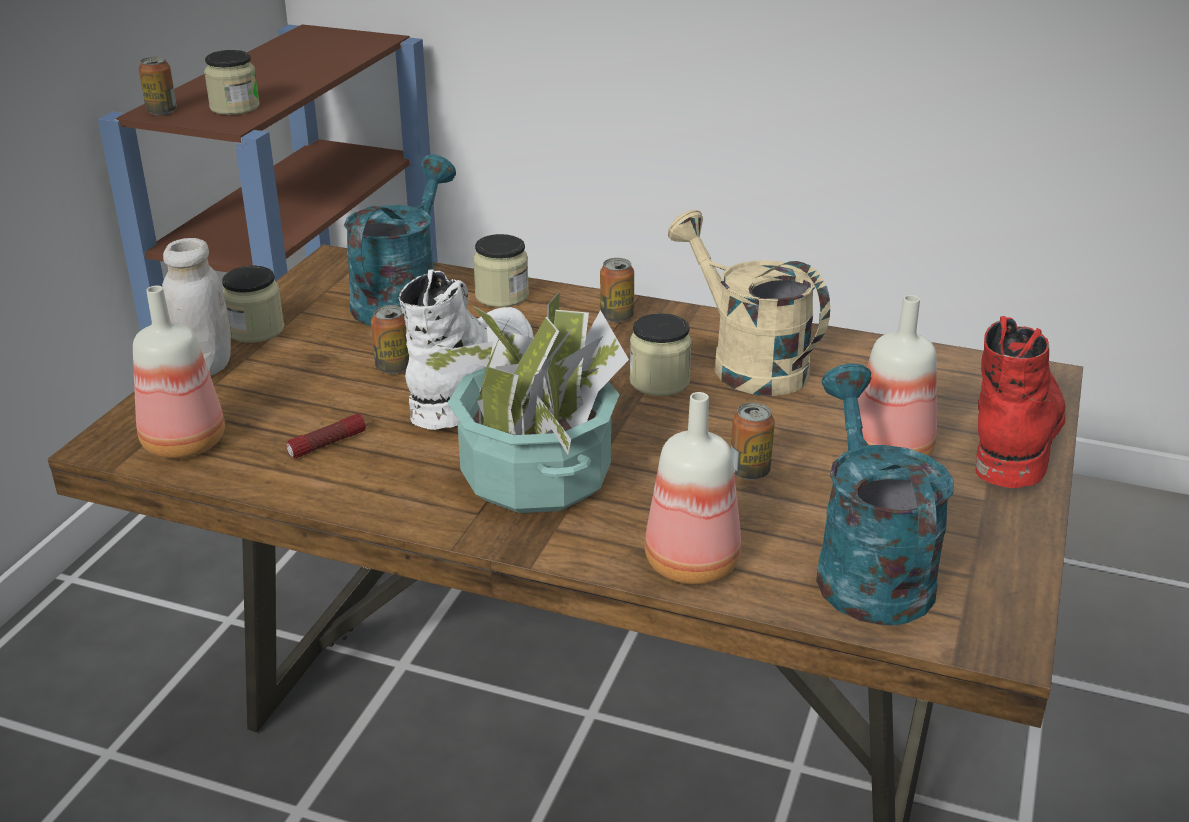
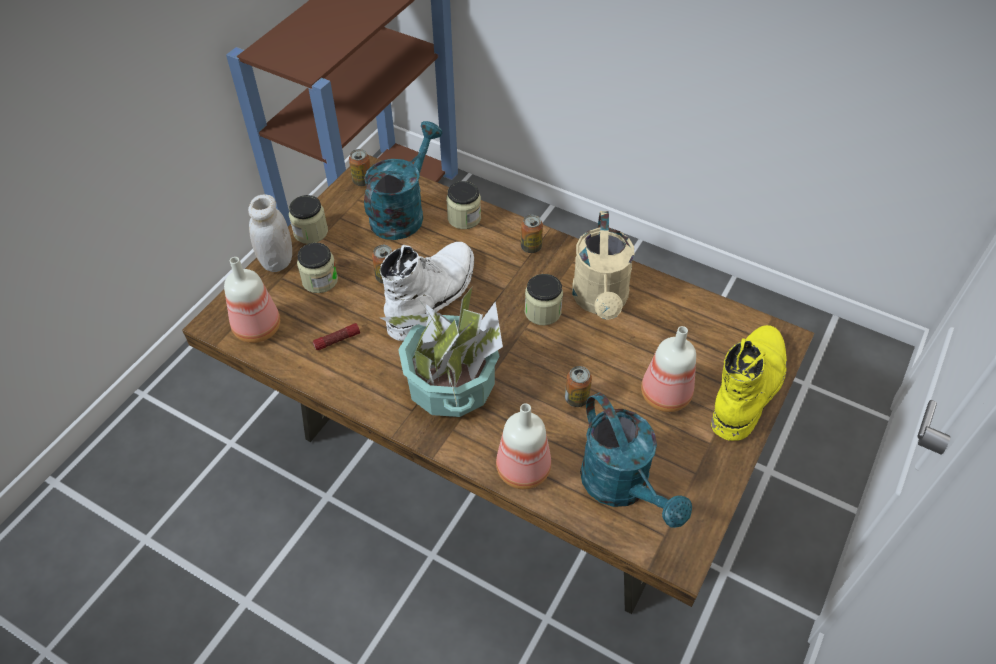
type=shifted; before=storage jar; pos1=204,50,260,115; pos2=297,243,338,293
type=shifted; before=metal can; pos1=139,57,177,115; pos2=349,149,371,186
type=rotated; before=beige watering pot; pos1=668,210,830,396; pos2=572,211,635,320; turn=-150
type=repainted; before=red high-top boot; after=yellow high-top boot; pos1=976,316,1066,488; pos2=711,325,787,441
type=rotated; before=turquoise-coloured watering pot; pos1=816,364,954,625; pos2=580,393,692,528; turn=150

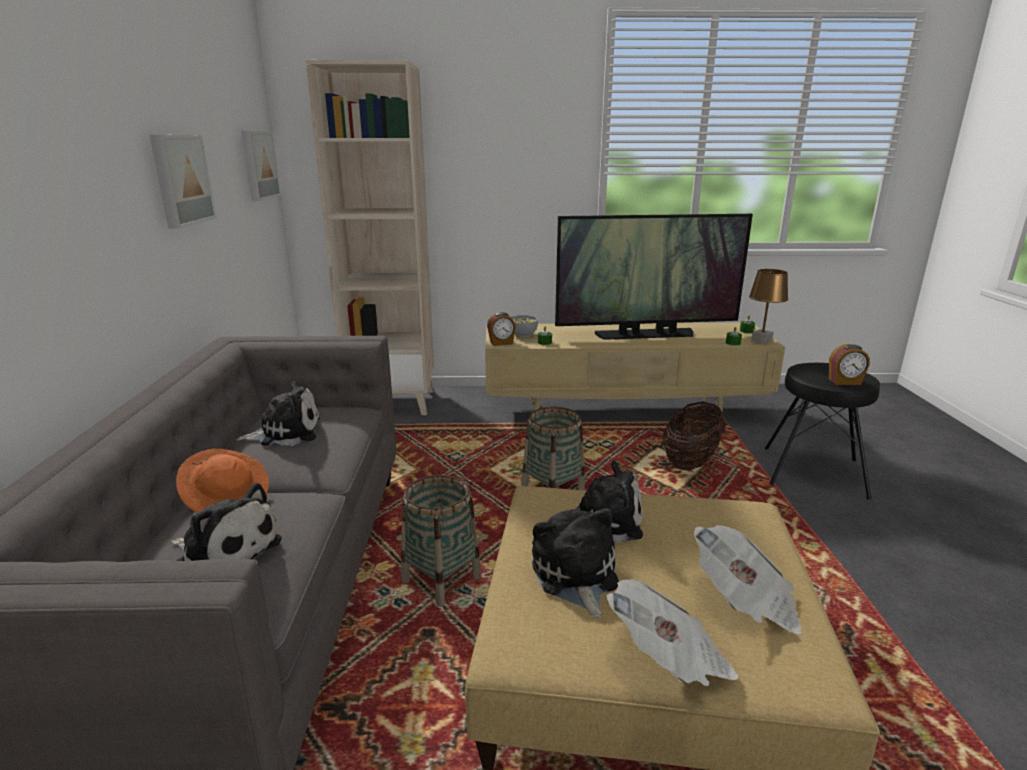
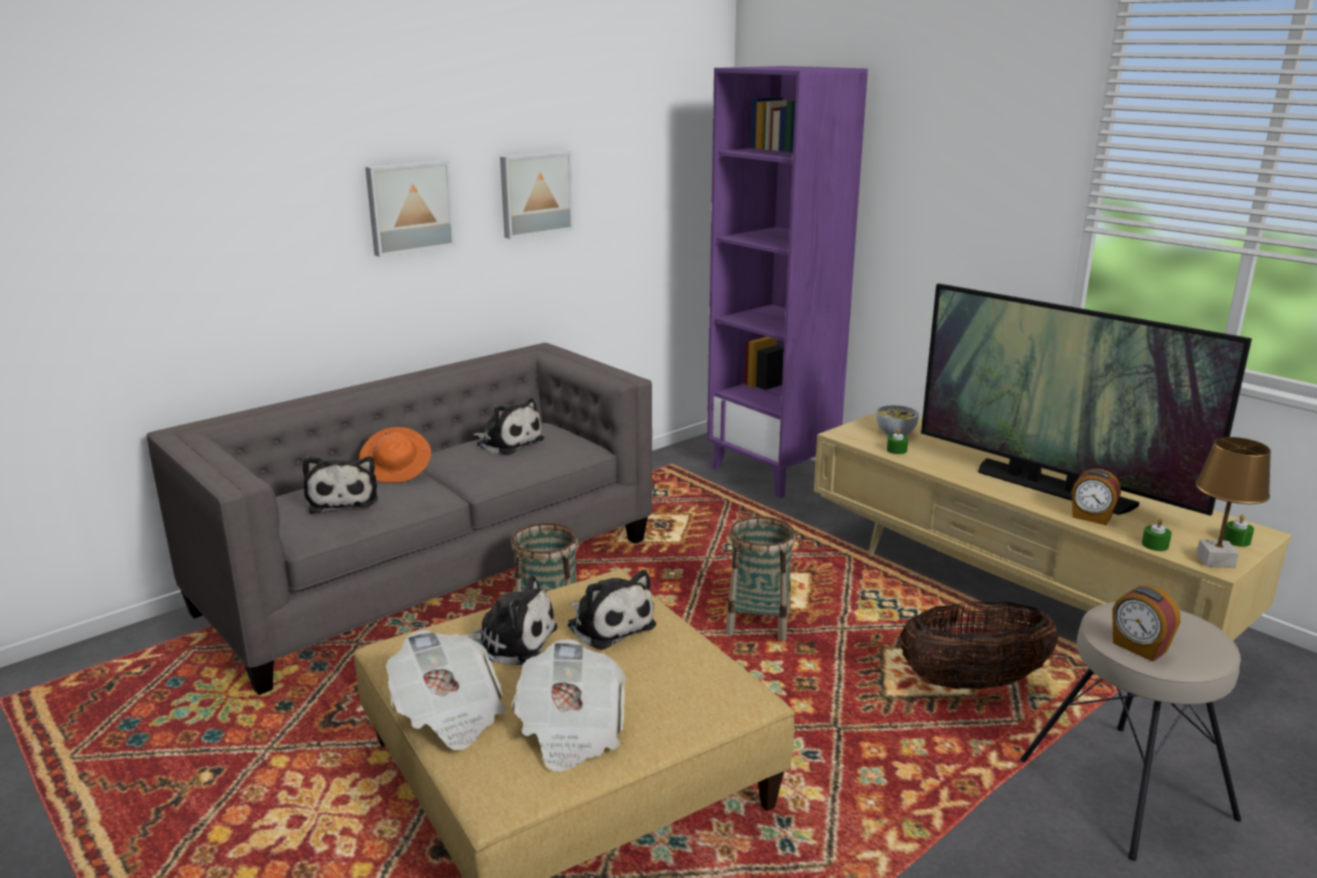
type=repainted; before=beige bookcase; after=purple-coloured bookcase; pos1=306,60,434,415; pos2=707,66,868,498
type=shifted; before=wall picture; pos1=241,131,281,201; pos2=365,160,455,257
type=shifted; before=alarm clock; pos1=487,312,516,346; pos2=1072,469,1121,525
type=repainted; before=black sitting stool; after=beige sitting stool; pos1=765,363,880,500; pos2=1020,602,1241,861
type=rotated; before=soft toy; pos1=532,508,619,618; pos2=463,576,557,665; turn=60

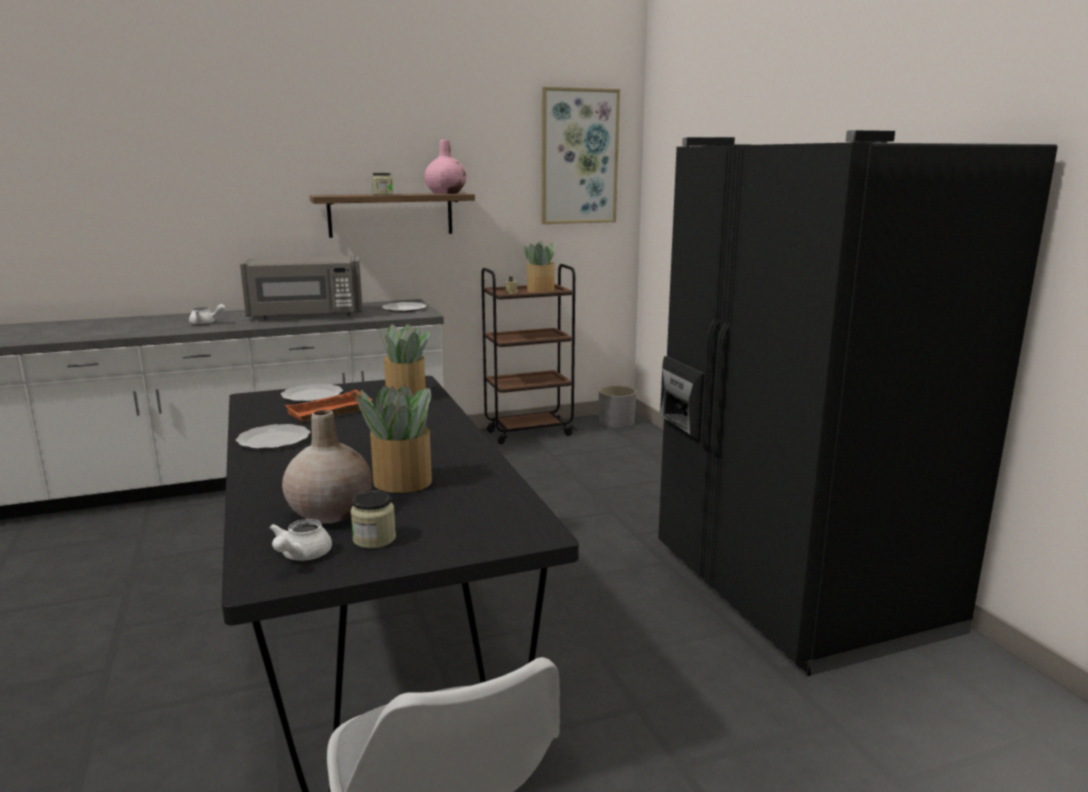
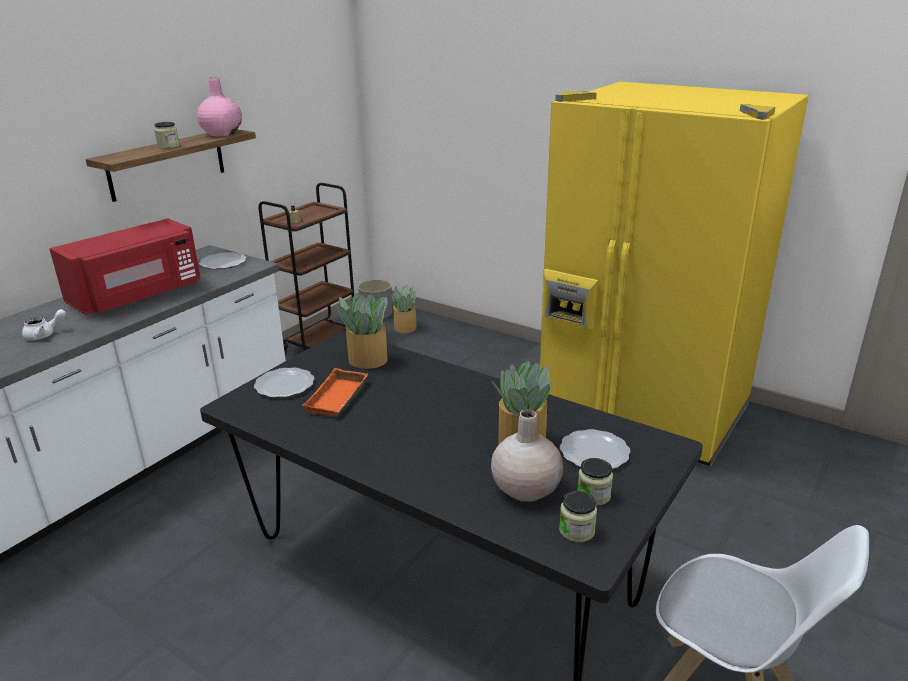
type=gone; before=wall picture; pos1=541,87,620,224
type=repainted; before=black refrigerator; after=yellow refrigerator; pos1=658,130,1058,676; pos2=540,82,809,467
type=shifted; before=plant in a pot; pos1=525,241,556,292; pos2=391,284,417,333
type=repainted; before=greyish microwave; after=red microwave; pos1=240,256,363,319; pos2=49,218,201,315
type=shifted; before=dinner plate; pos1=236,424,311,449; pos2=560,429,631,469
type=swapped; before=white tea pot; after=storage jar; pos1=269,519,332,561; pos2=559,491,597,542

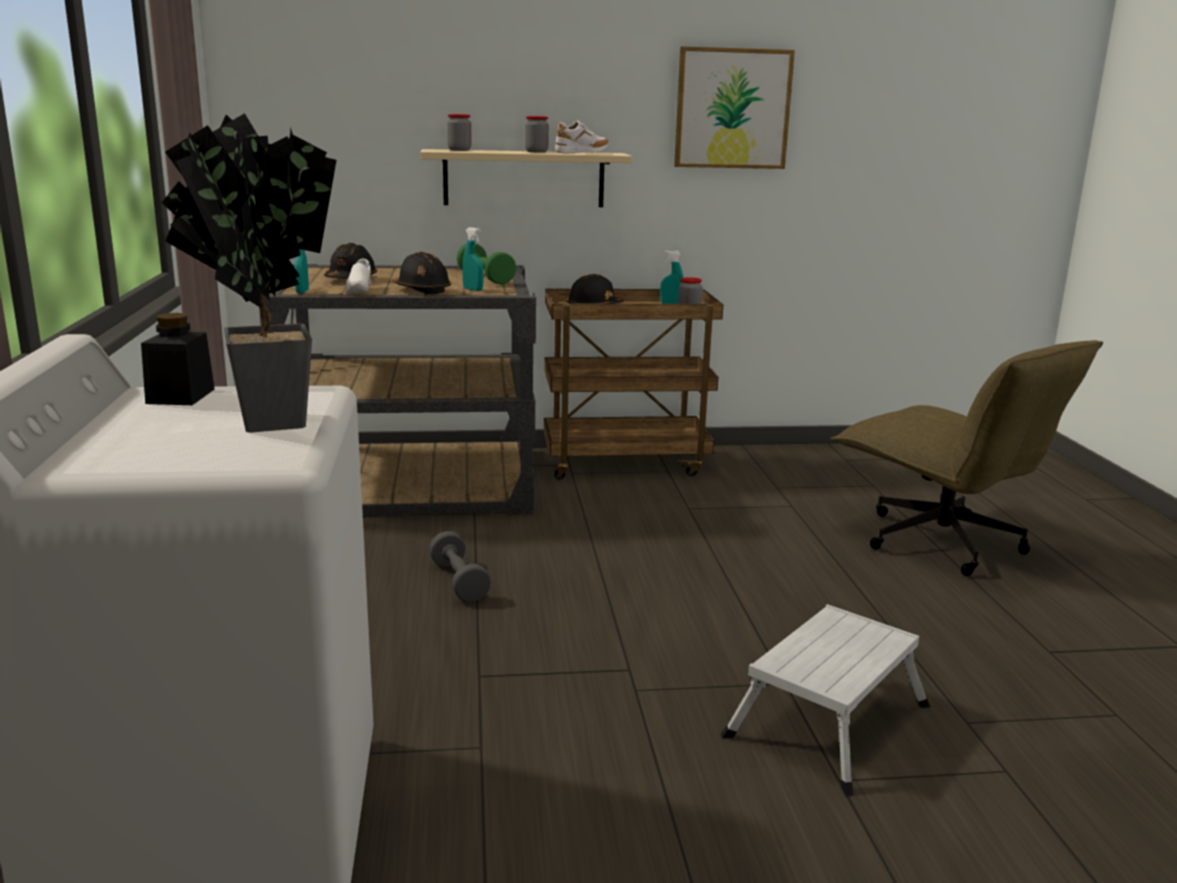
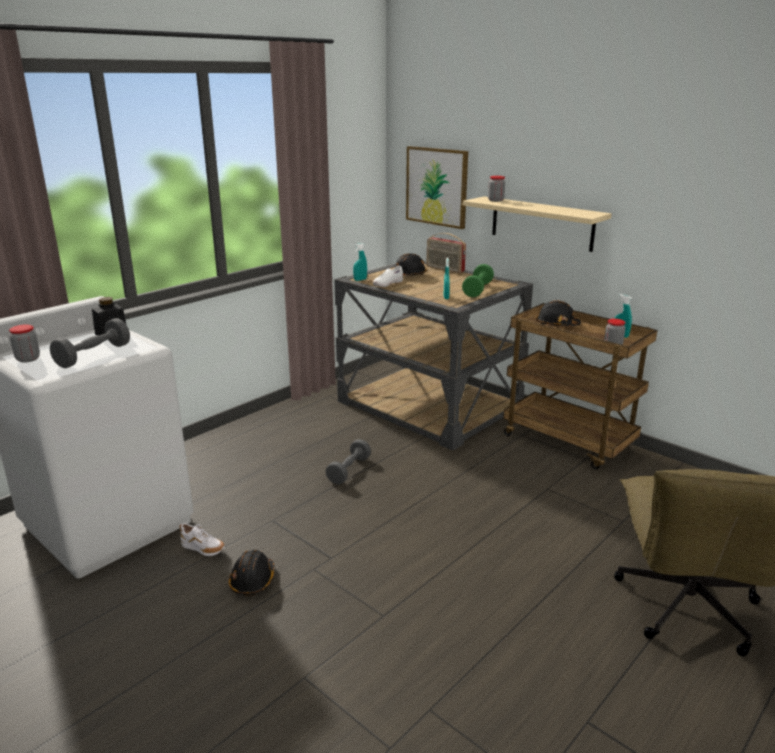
type=shifted; before=wall picture; pos1=674,46,795,169; pos2=406,146,468,229
type=swapped; before=plant in a pot; after=greyish free weight; pos1=162,113,337,433; pos2=50,318,130,368
type=shifted; before=storage jar; pos1=525,116,549,153; pos2=9,325,40,363
type=shifted; before=white item of footwear; pos1=555,120,608,154; pos2=180,523,225,556
type=shifted; before=black hard hat; pos1=392,252,451,294; pos2=229,550,274,596
type=gone; before=white stepladder; pos1=721,604,931,796
type=new; after=radio; pos2=426,233,466,273

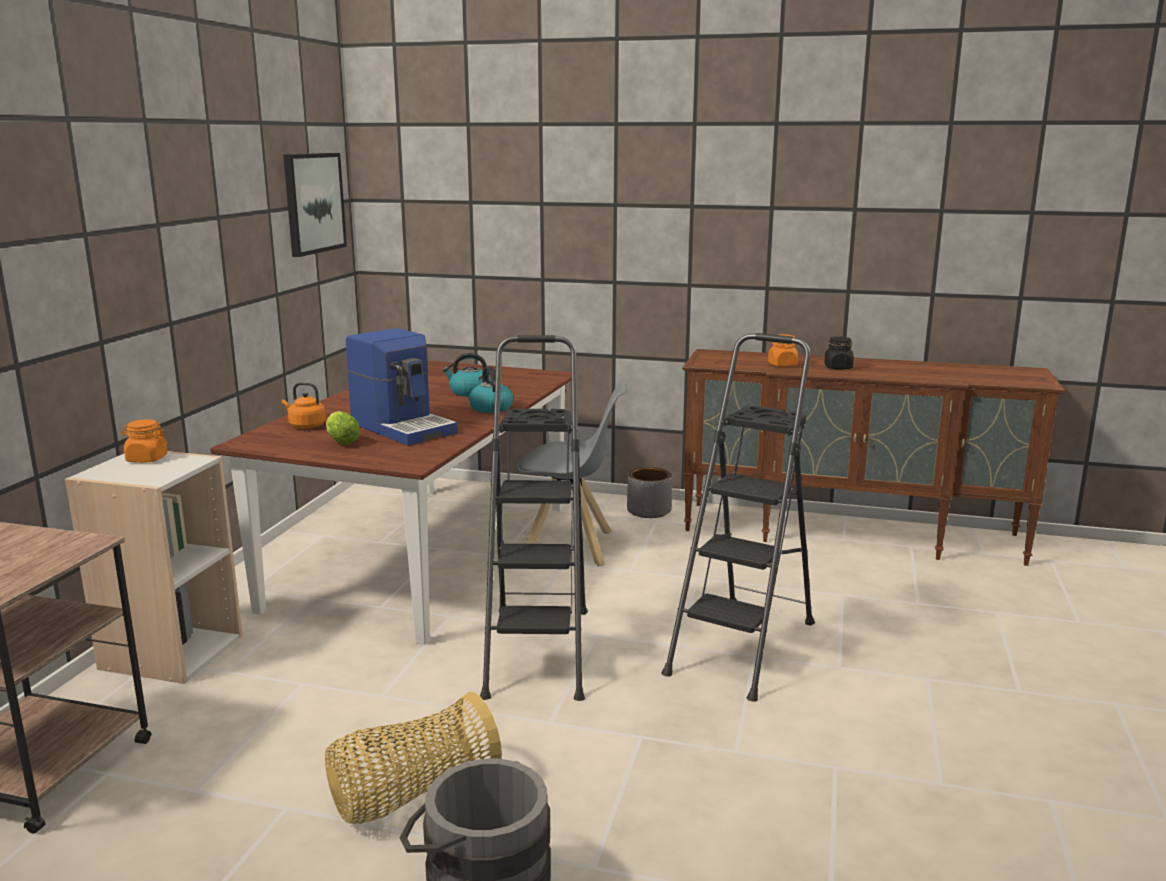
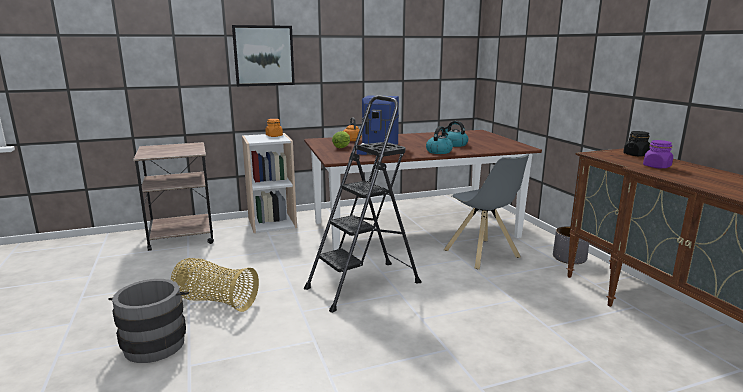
type=shifted; before=wall picture; pos1=283,153,347,257; pos2=232,25,295,86
type=gone; before=stepladder; pos1=661,333,815,702
type=repainted; before=orange-coloured storage jar; after=purple-coloured storage jar; pos1=768,334,798,367; pos2=643,140,673,168
type=shifted; before=black storage jar; pos1=824,336,854,370; pos2=623,131,650,156

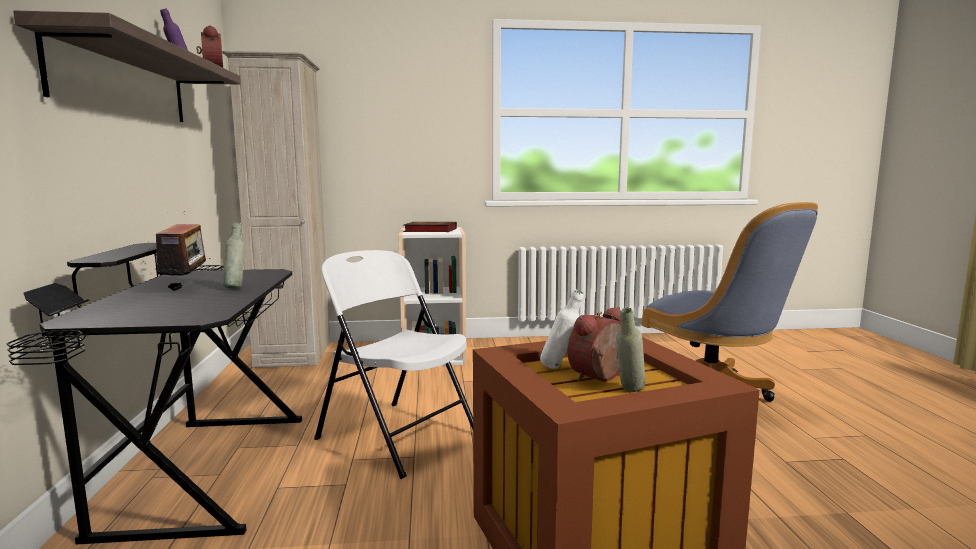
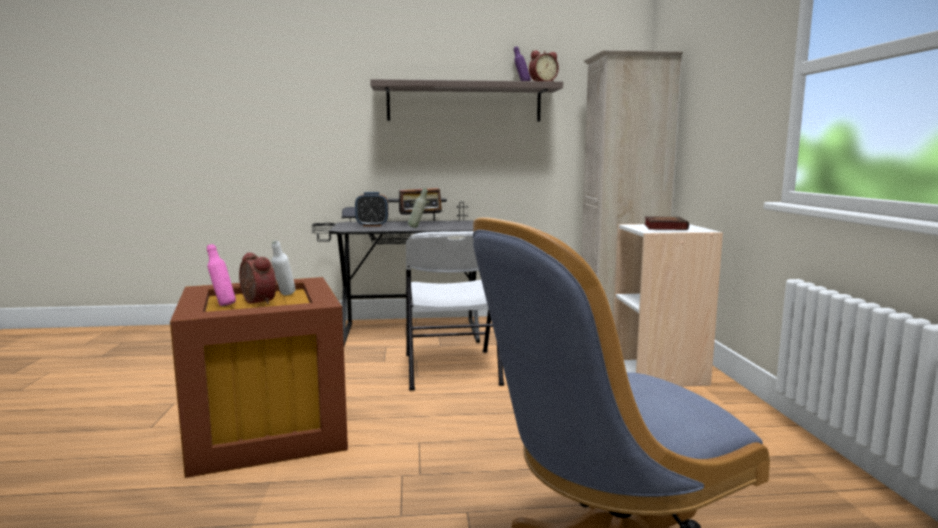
type=rotated; before=white chair; pos1=314,250,473,479; pos2=406,231,504,390; turn=135
type=repainted; before=greyish beverage bottle; after=pinkish beverage bottle; pos1=616,307,645,392; pos2=207,244,236,306
type=new; after=alarm clock; pos2=355,192,388,227

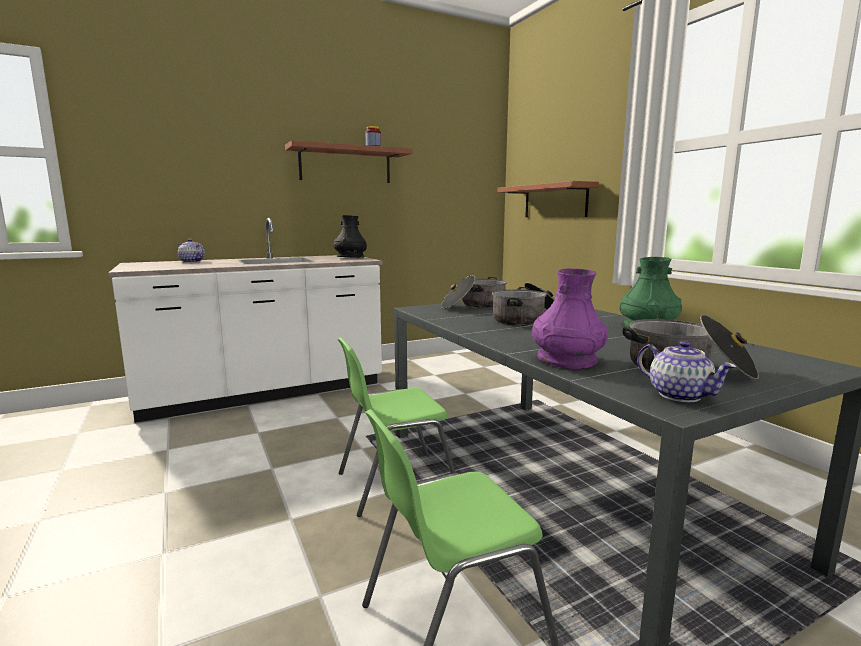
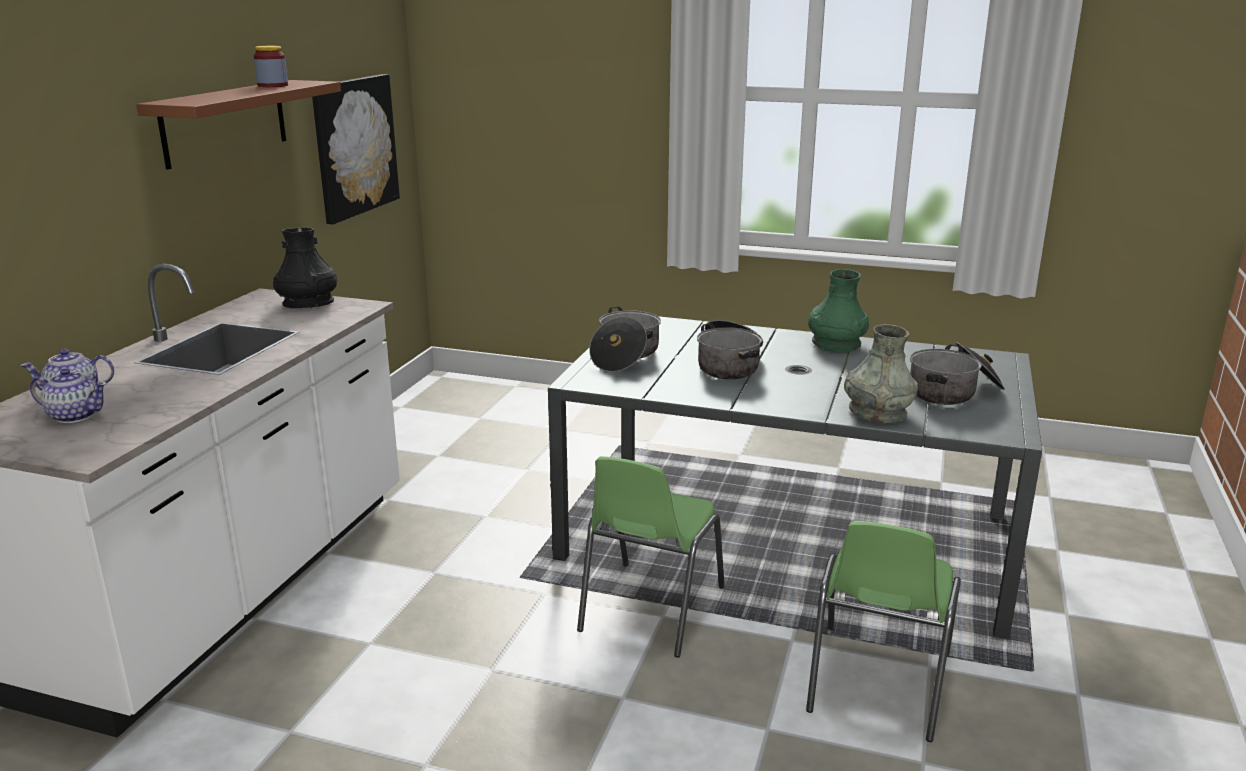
type=gone; before=brownish wall shelf; pos1=497,181,599,217
type=repainted; before=purple-coloured decorative vase; after=greyish decorative vase; pos1=532,268,608,369; pos2=844,324,918,423
type=shifted; before=tea pot; pos1=637,341,737,402; pos2=30,369,107,423
type=new; after=wall picture; pos2=312,74,400,225

